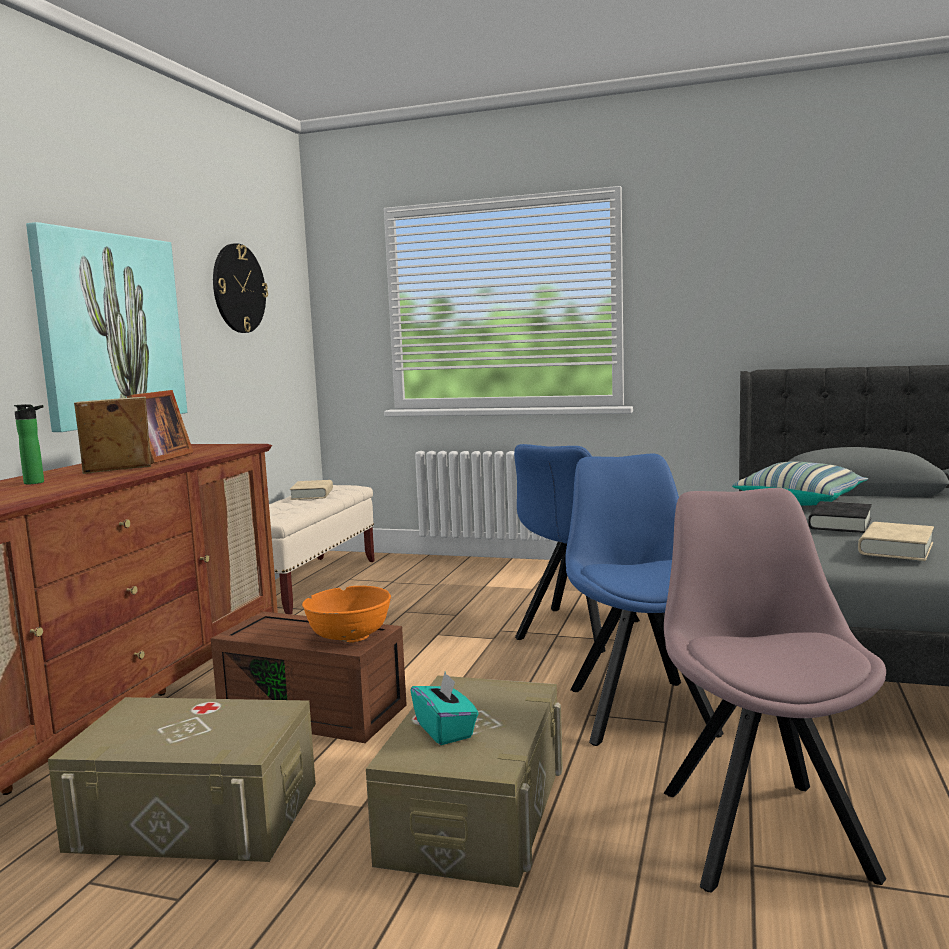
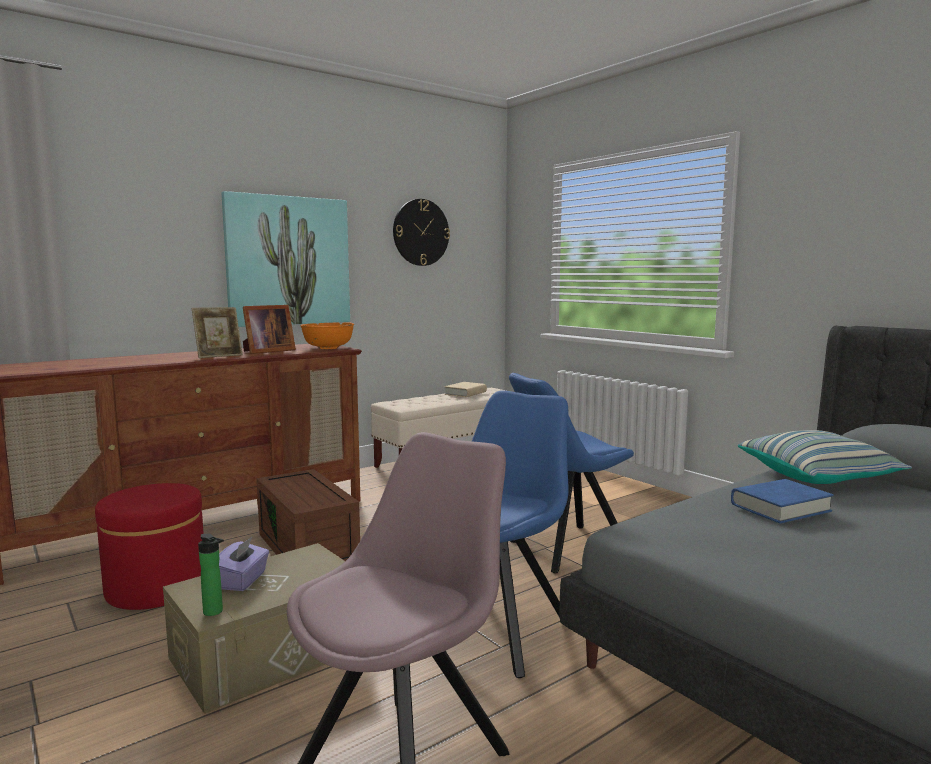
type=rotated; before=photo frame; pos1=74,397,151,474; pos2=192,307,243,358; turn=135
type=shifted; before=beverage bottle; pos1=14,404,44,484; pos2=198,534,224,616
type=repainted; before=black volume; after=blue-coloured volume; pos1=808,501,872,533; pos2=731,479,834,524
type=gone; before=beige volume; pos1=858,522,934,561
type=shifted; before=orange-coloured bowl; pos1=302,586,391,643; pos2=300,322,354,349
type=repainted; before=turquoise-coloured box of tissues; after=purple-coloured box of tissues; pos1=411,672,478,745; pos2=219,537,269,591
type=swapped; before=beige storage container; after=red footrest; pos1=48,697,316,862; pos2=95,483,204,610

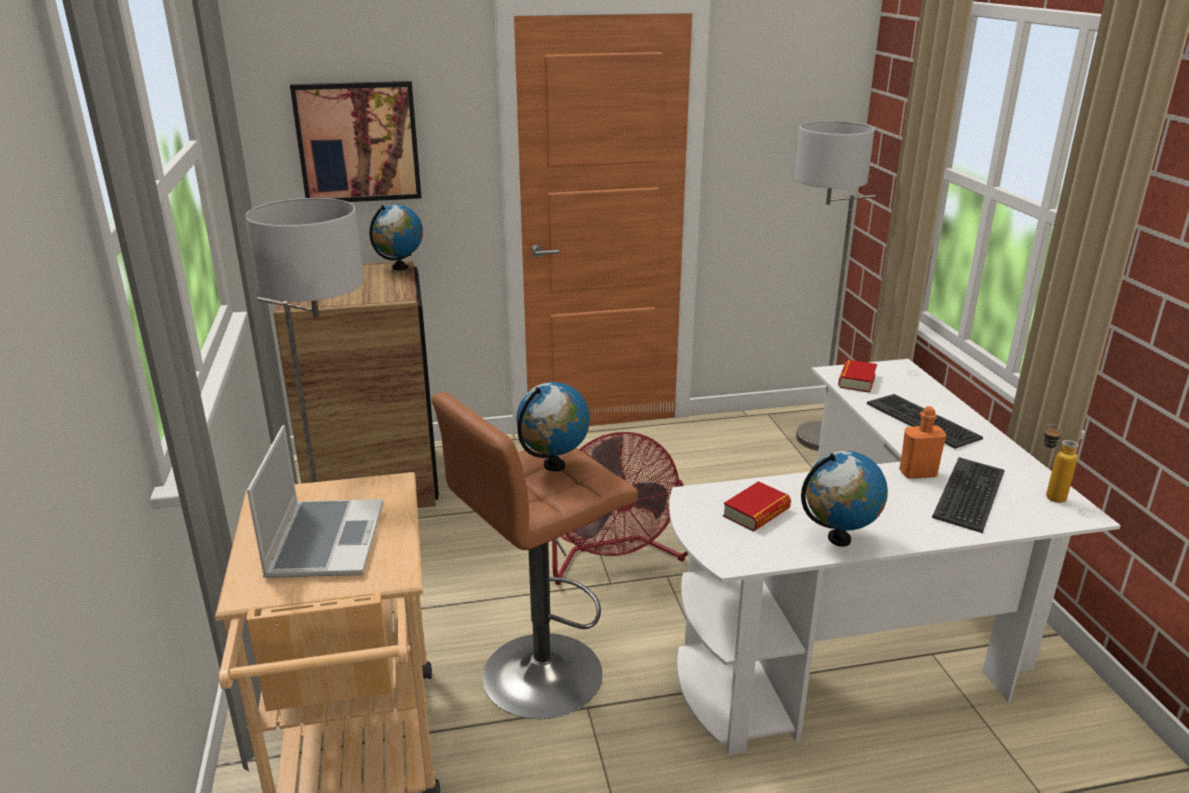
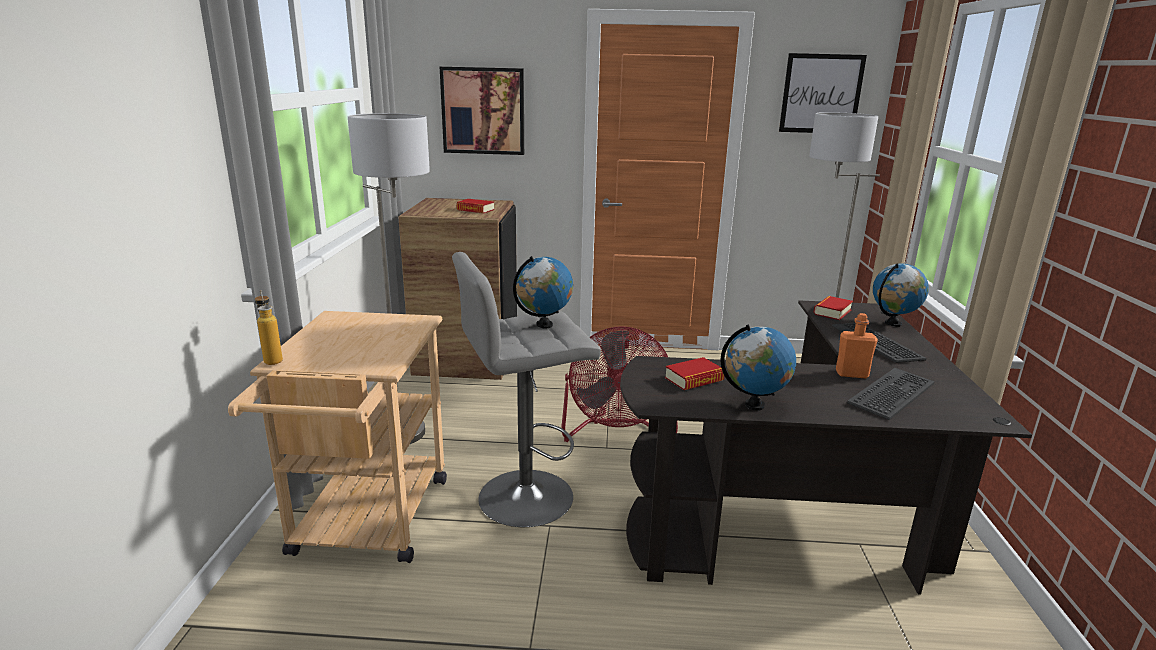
type=shifted; before=world globe; pos1=370,204,423,270; pos2=873,264,929,327
type=repainted; before=white desk unit; after=black desk unit; pos1=669,359,1121,755; pos2=620,300,1032,595
type=repainted; before=brownish sitting stool; after=greyish sitting stool; pos1=432,392,638,719; pos2=452,252,601,527
type=shifted; before=beverage bottle; pos1=1044,424,1078,503; pos2=255,290,283,365
type=gone; before=notebook computer; pos1=247,425,383,578
type=new; after=wall picture; pos2=779,53,867,133
type=new; after=volume; pos2=456,199,494,213

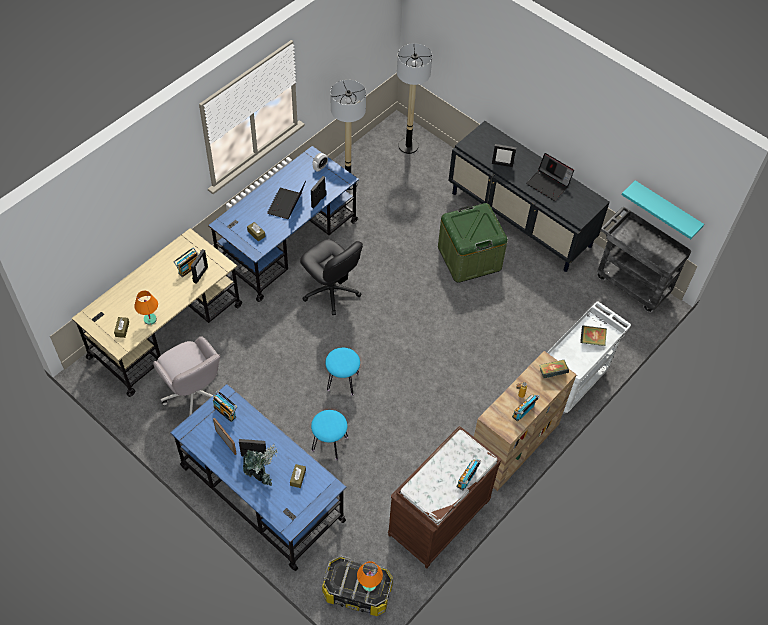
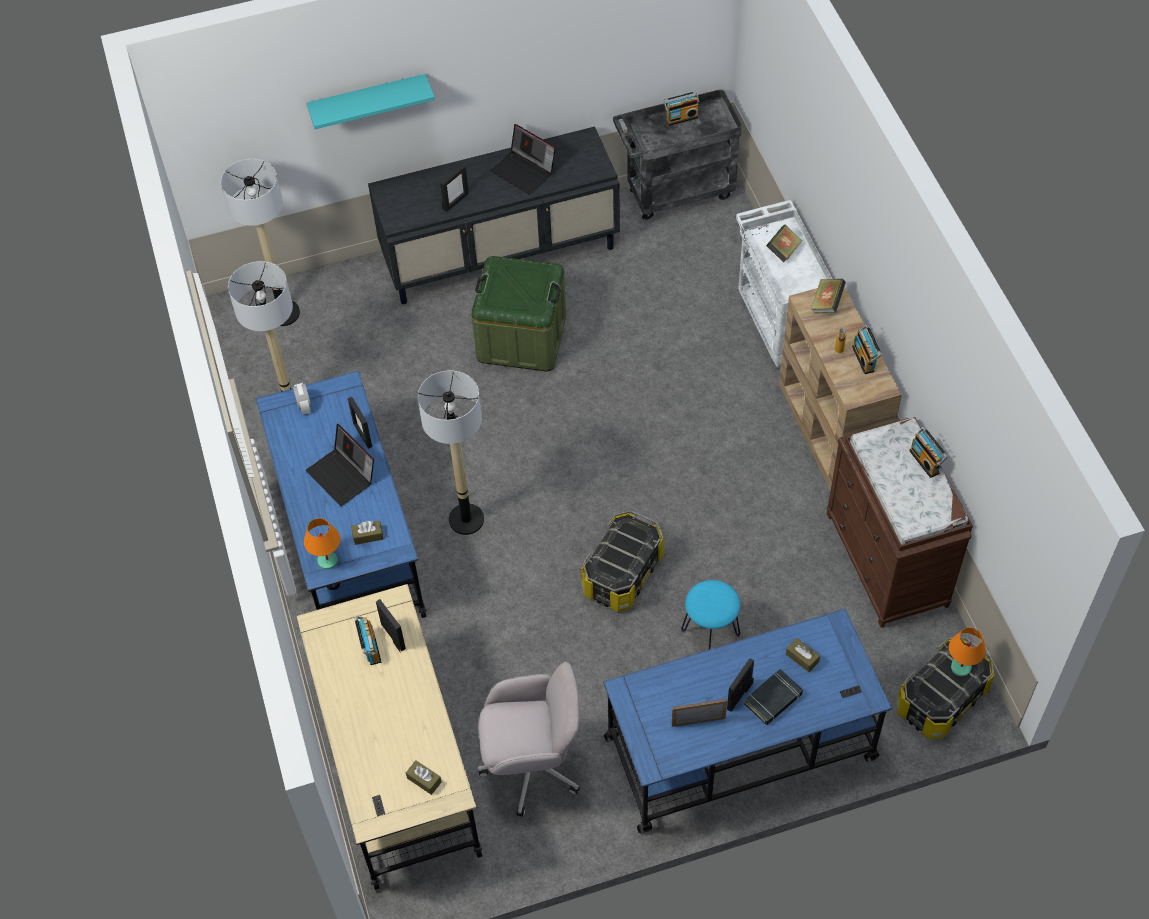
type=rotated; before=notebook computer; pos1=526,153,574,201; pos2=490,124,556,195; turn=60
type=shifted; before=turquoise-coloured wall shelf; pos1=622,180,704,239; pos2=307,74,435,129
type=swapped; before=black office chair; after=floor lamp; pos1=300,239,363,315; pos2=418,370,484,535
type=shifted; before=orange-coloured lamp for a table; pos1=134,291,158,325; pos2=304,518,340,570
type=swapped; before=turquoise-coloured sitting stool; after=storage container; pos1=325,347,360,396; pos2=581,510,664,612
type=shifted; before=radio; pos1=213,391,237,422; pos2=664,91,700,126
type=swapped; before=plant in a pot; after=black volume; pos1=243,444,278,486; pos2=744,669,803,725

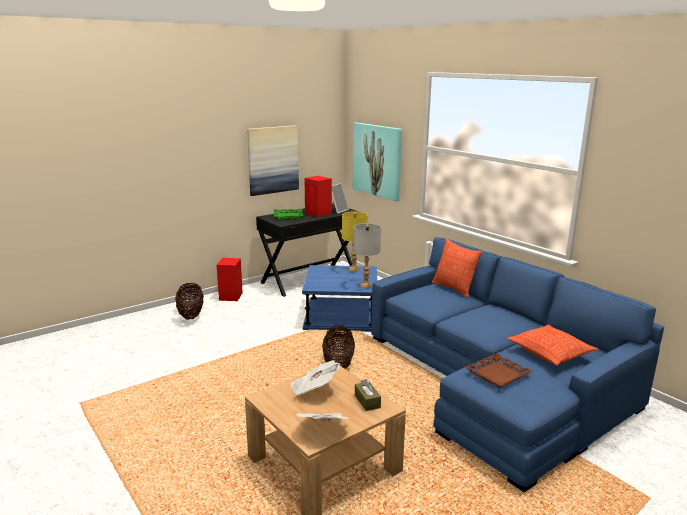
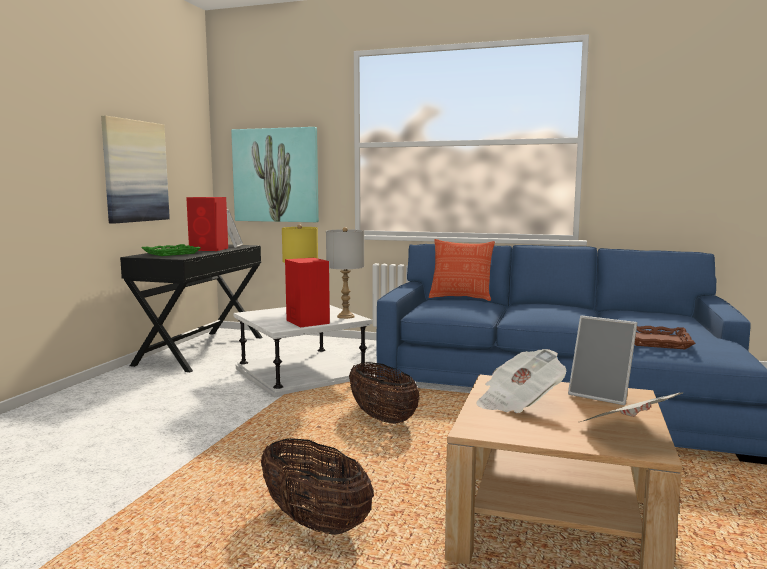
type=shifted; before=red audio speaker; pos1=217,258,243,301; pos2=285,258,330,327
type=repainted; before=blue-coloured accent table; after=white accent table; pos1=302,265,377,332; pos2=234,305,372,398
type=shifted; before=basket; pos1=175,283,204,320; pos2=261,438,374,535
type=gone; before=orange-coloured throw pillow; pos1=507,325,598,366
type=swapped; before=brownish box of tissues; after=photo frame; pos1=355,379,381,411; pos2=568,315,637,405

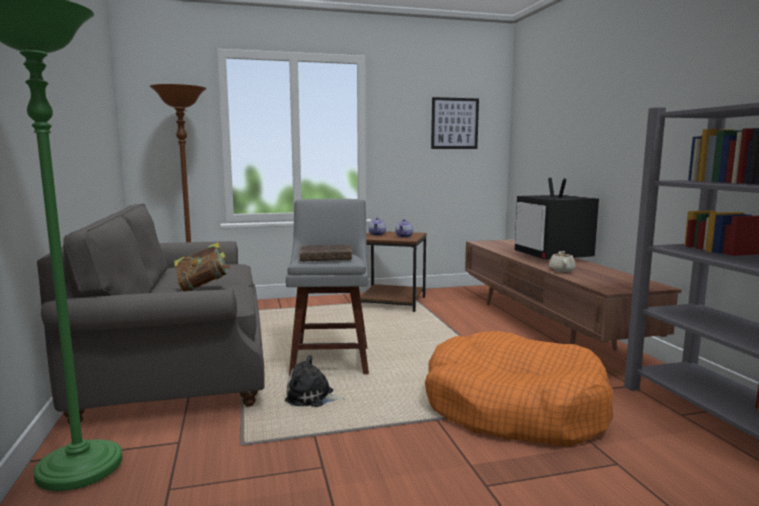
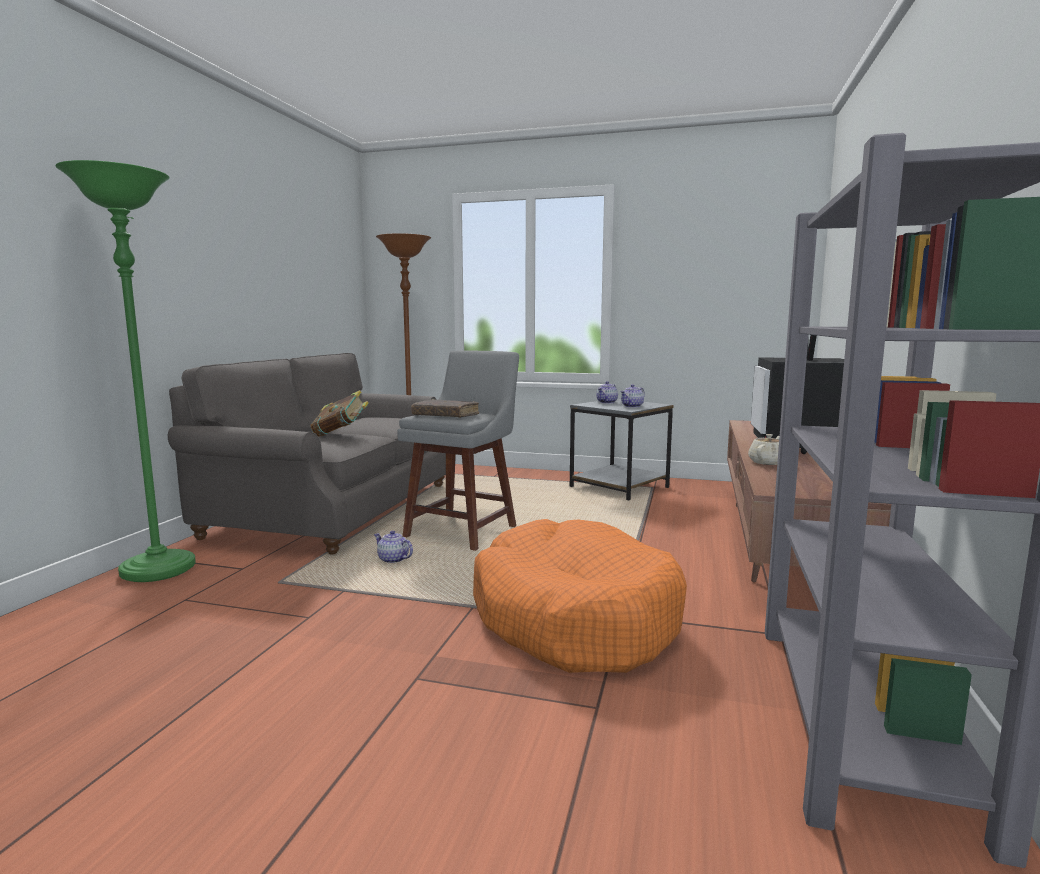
type=gone; before=wall picture; pos1=431,97,479,149
type=repainted; before=brownish accent table; after=greyish accent table; pos1=360,231,427,312; pos2=570,399,673,500
type=swapped; before=soft toy; after=tea pot; pos1=285,355,345,407; pos2=374,530,413,563

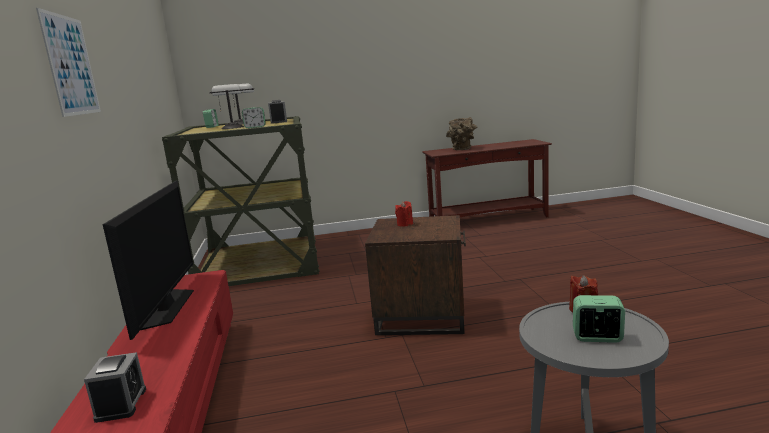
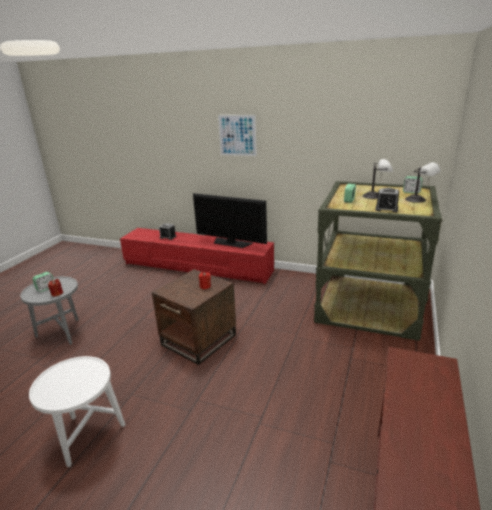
type=gone; before=brownish decorative vase; pos1=446,117,477,150
type=new; after=white accent table; pos2=29,356,125,467

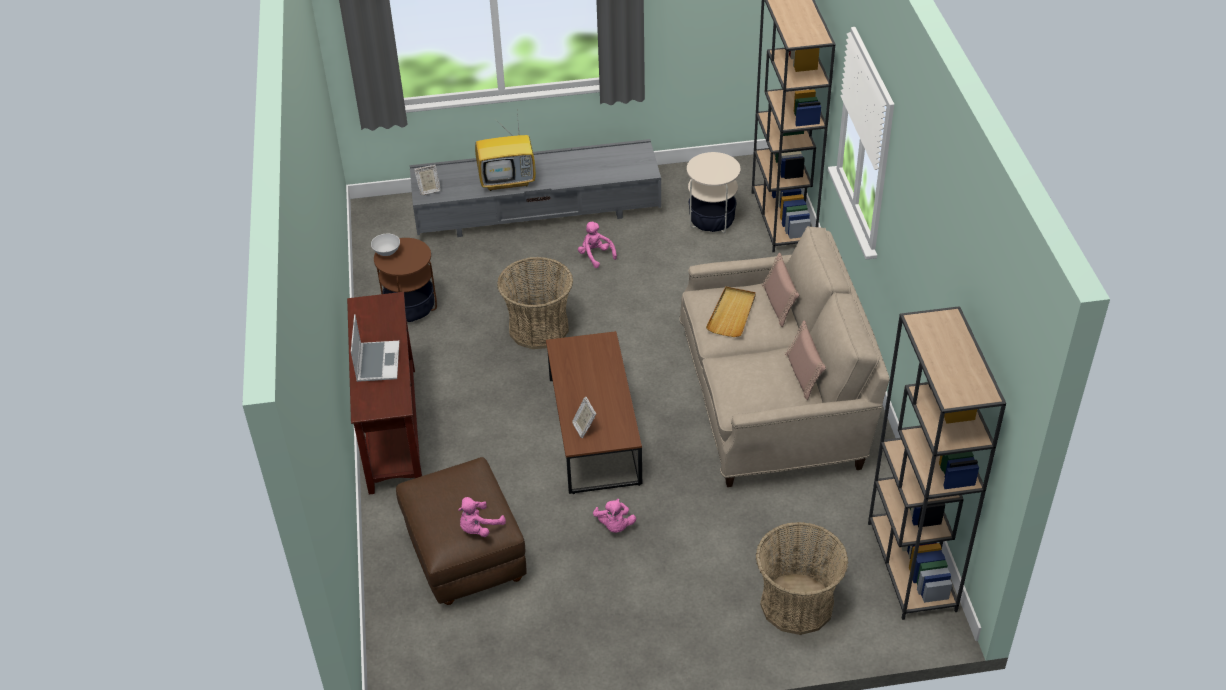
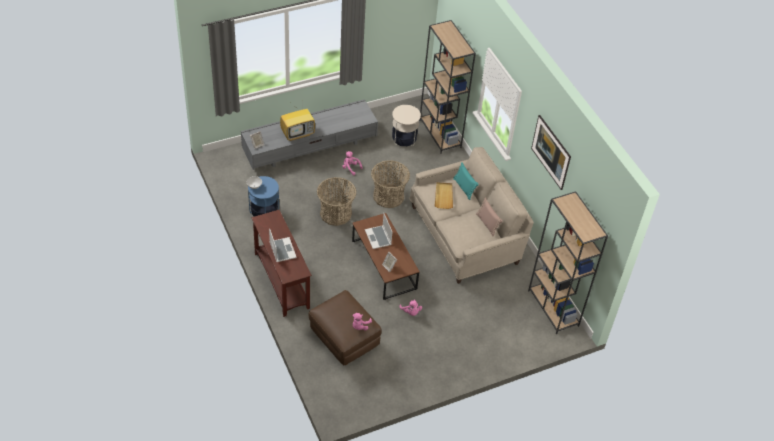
type=repainted; before=brownish accent table; after=blue-coloured accent table; pos1=374,238,437,322; pos2=248,176,279,217
type=repainted; before=beige throw pillow; after=turquoise-coloured throw pillow; pos1=761,253,800,327; pos2=453,162,479,200
type=shifted; before=basket; pos1=756,522,848,635; pos2=371,160,410,208
type=new; after=wall picture; pos2=531,115,571,190
type=new; after=notebook computer; pos2=365,214,392,249

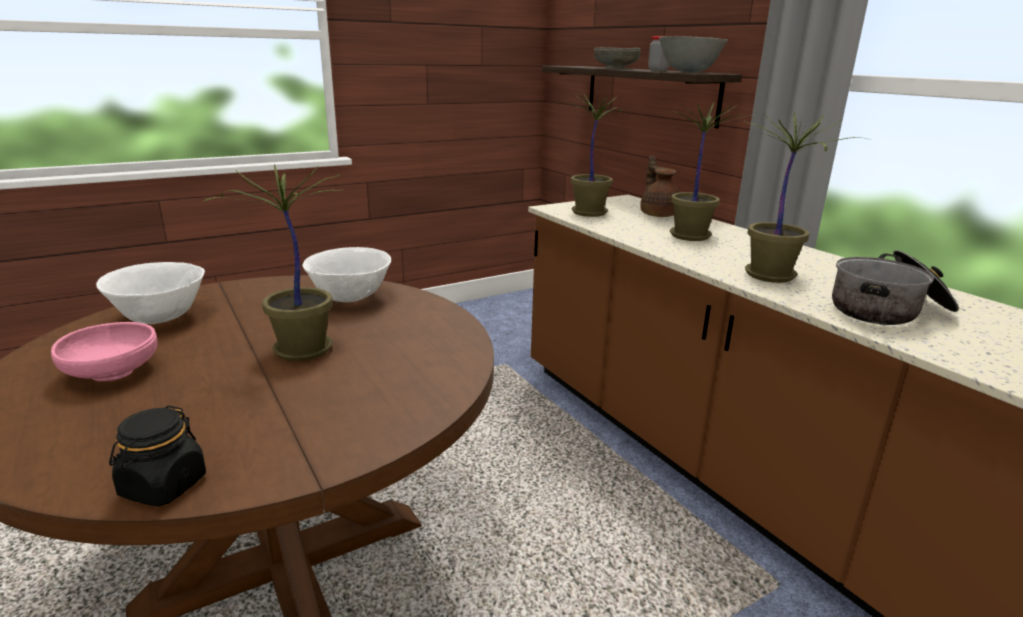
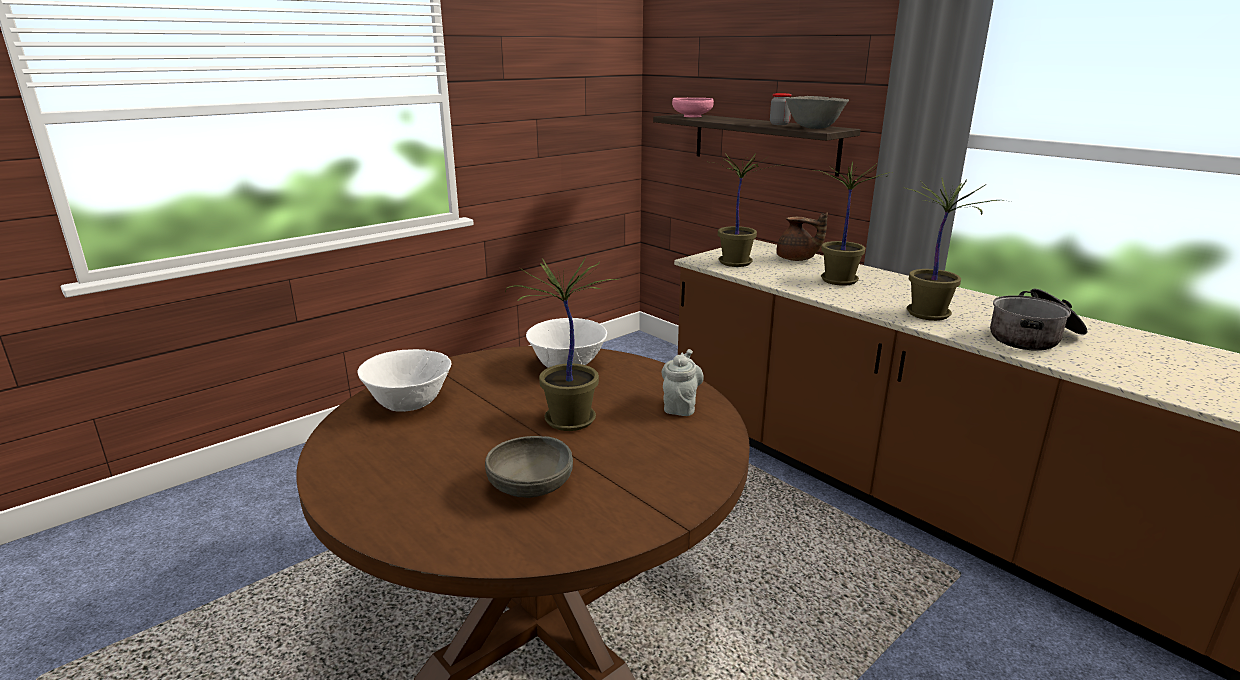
type=shifted; before=greyish bowl; pos1=594,47,641,69; pos2=485,436,573,498
type=rotated; before=brownish tea pot; pos1=640,155,680,217; pos2=776,212,828,261; turn=150
type=shifted; before=pinkish bowl; pos1=51,322,157,381; pos2=672,98,714,117
type=gone; before=black storage jar; pos1=109,405,206,506
type=new; after=greyish tea pot; pos2=662,349,704,416

